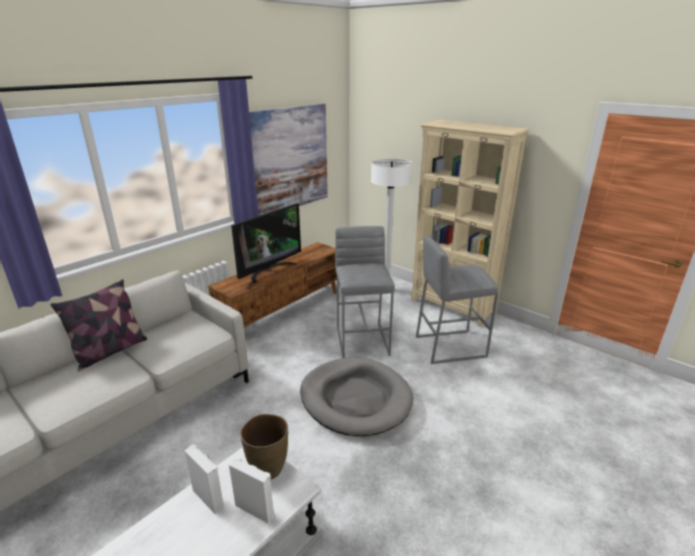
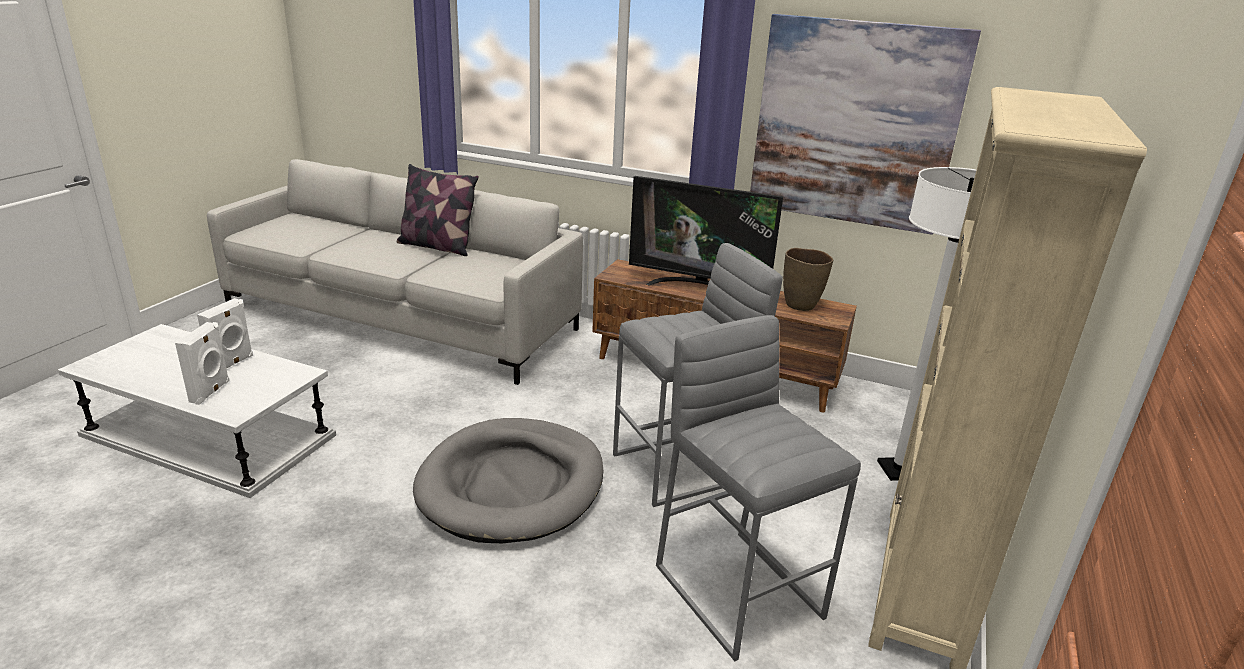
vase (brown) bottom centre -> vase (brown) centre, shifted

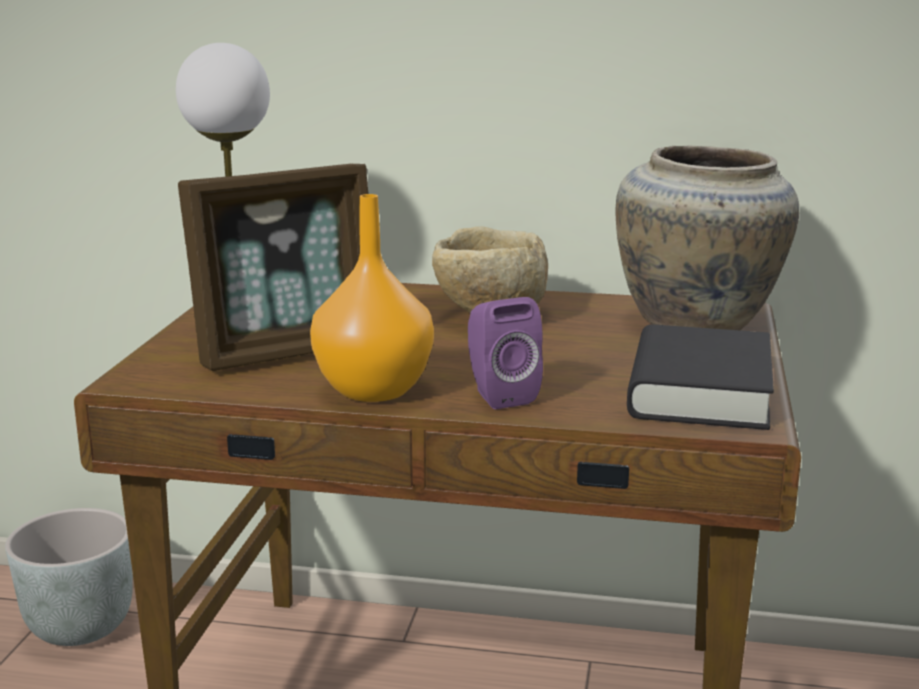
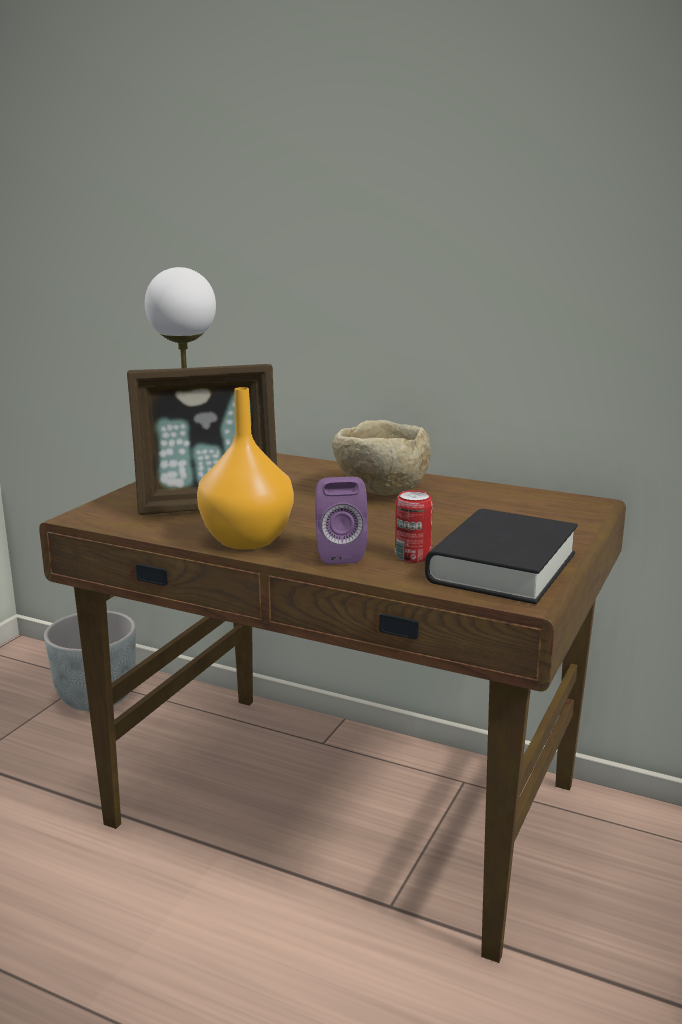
vase (beige) middle right -> none
none -> can centre

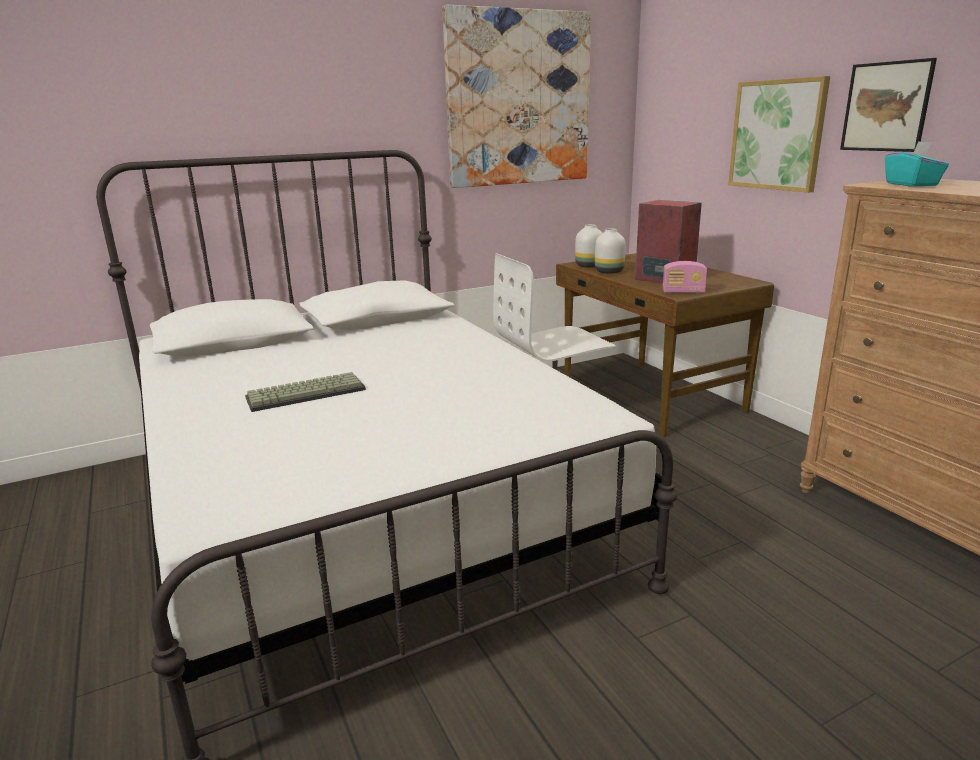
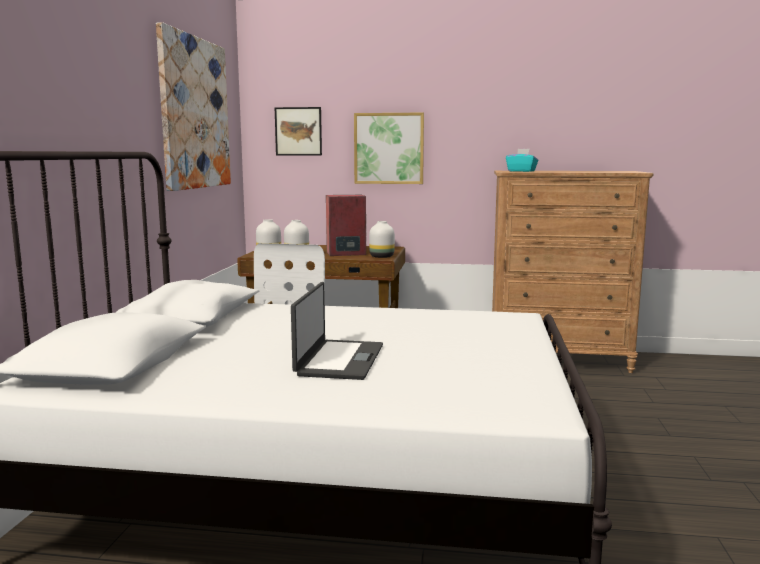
keyboard middle left -> laptop centre
radio middle right -> vase (white) (no. 3 from left) centre
picture (no. 3 from left in the first image) top right -> picture (no. 2 from left) top centre, shifted

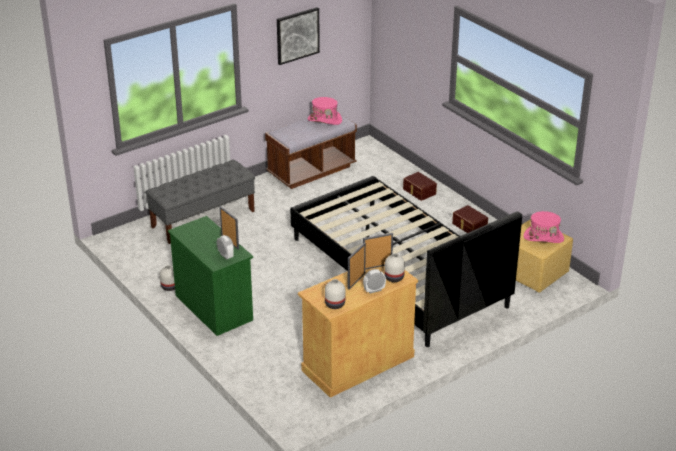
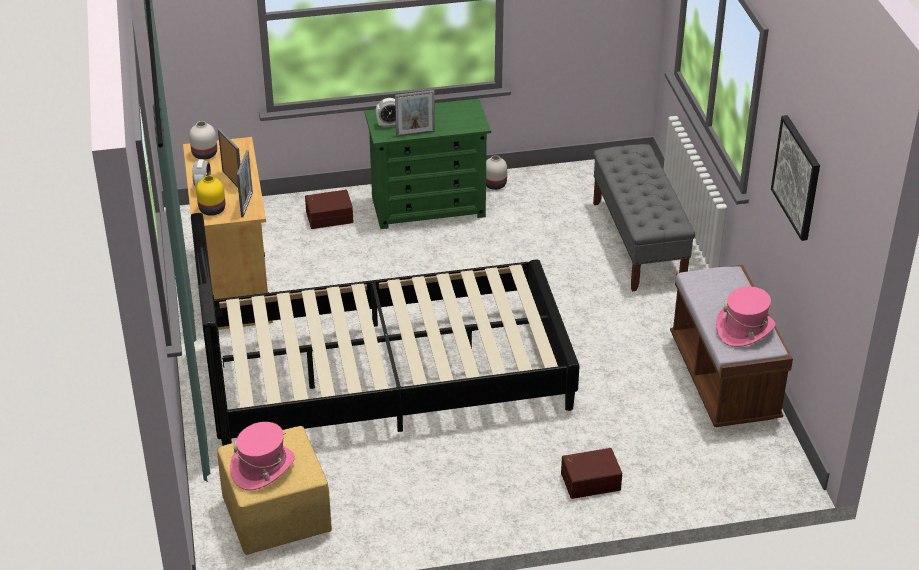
vase (white) (no. 3 from left) centre -> vase (yellow) middle left
storage box (brown) (no. 2 from left in the first image) middle right -> storage box (brown) (no. 1 from left) centre, shifted

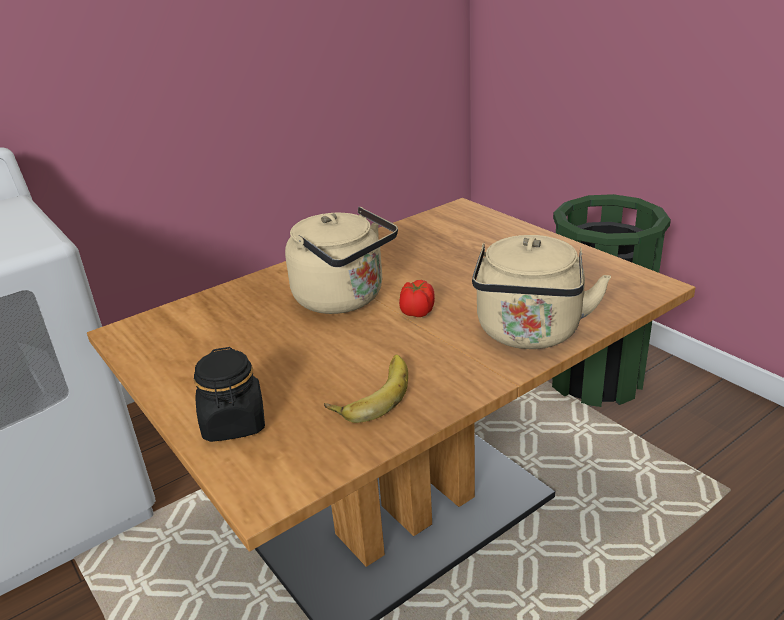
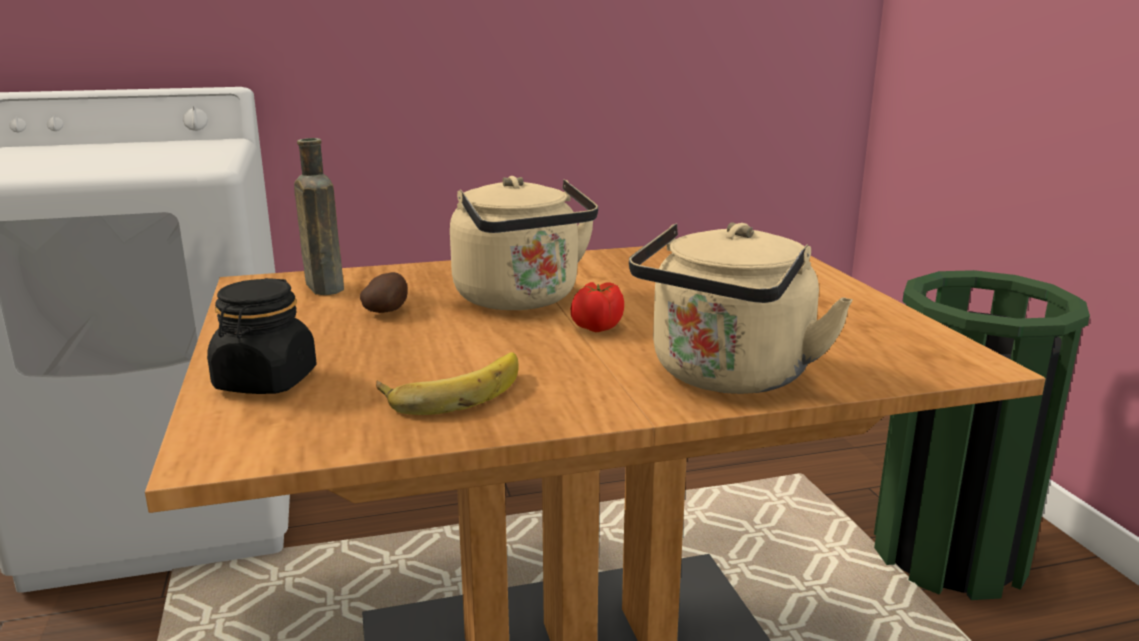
none -> bottle (brown) middle left
none -> potato centre

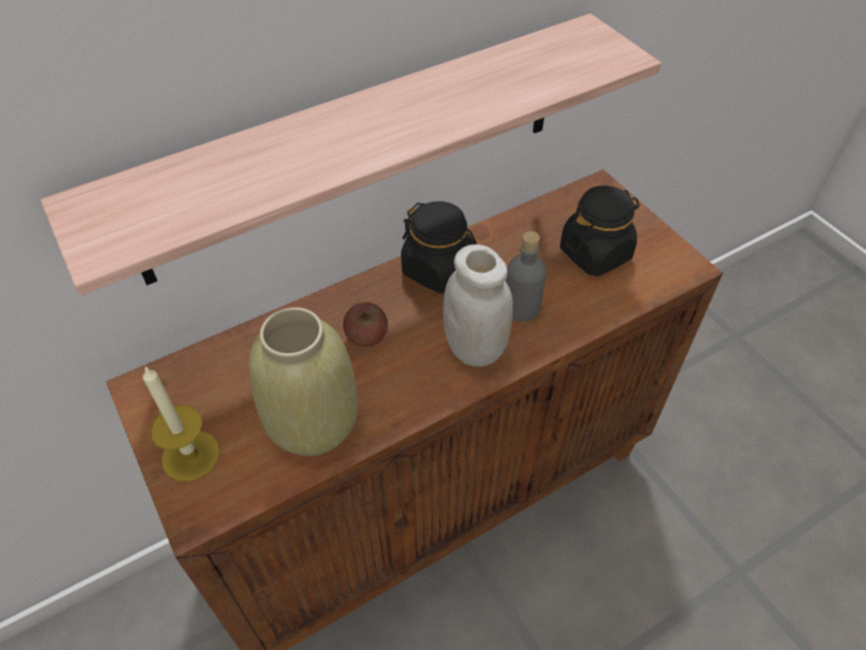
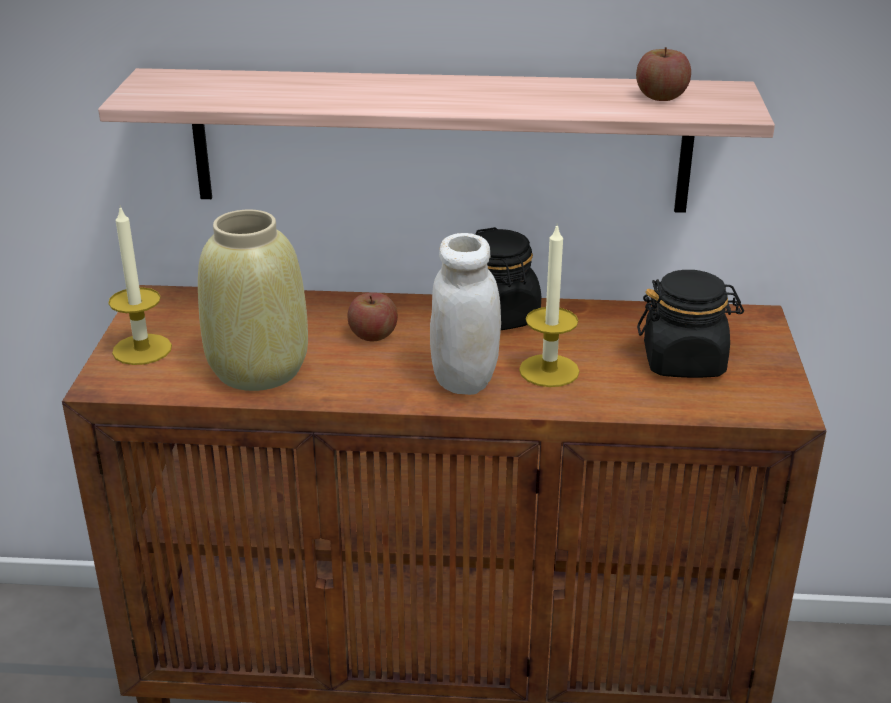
bottle (grey) centre -> candle (no. 2 from left) centre
none -> apple (no. 2 from left) top right

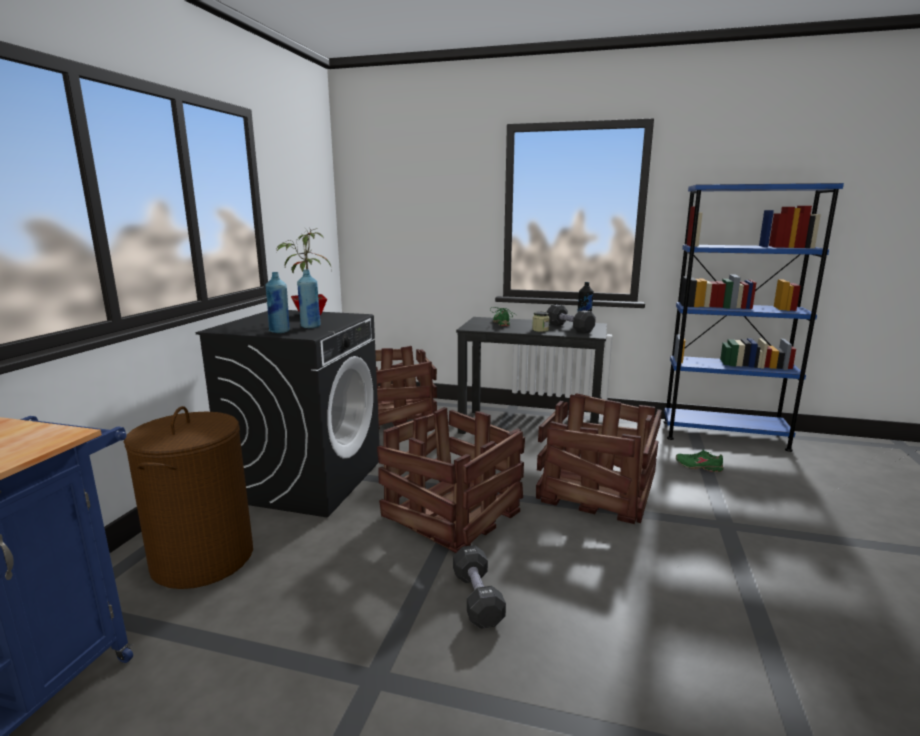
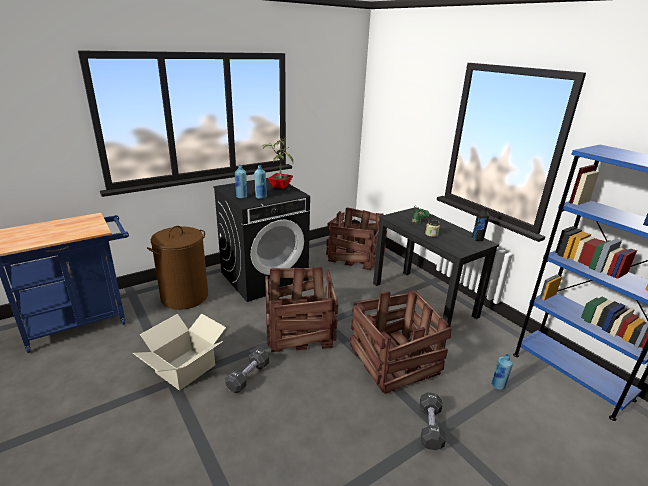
dumbbell (black) (no. 2 from left) centre -> dumbbell (black) (no. 2 from left) bottom right, shifted
shoe (green) (no. 2 from left) middle right -> bottle (blue) (no. 3 from left) bottom right
none -> cardboard box bottom left

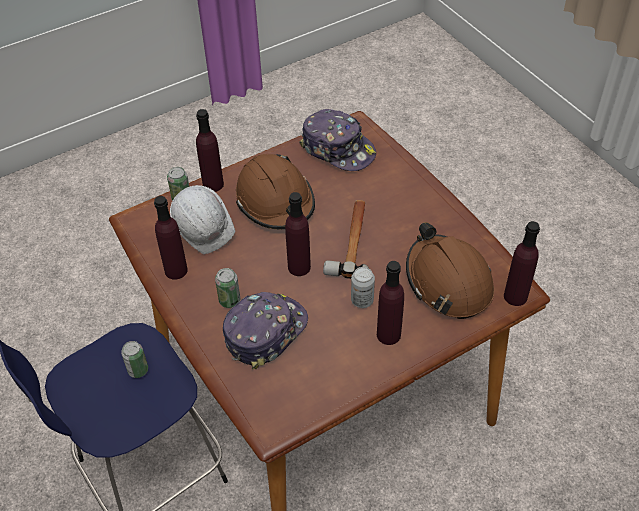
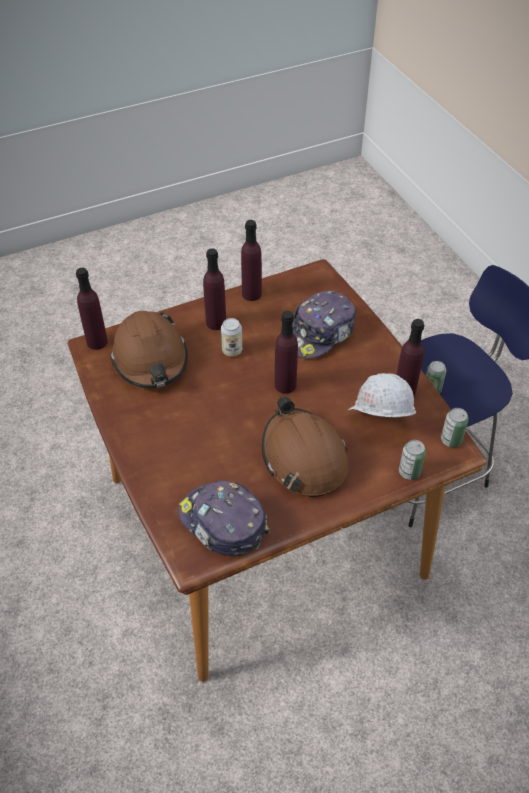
bottle (purple) (no. 2 from left in the first image) top left -> bottle (purple) (no. 3 from left) top centre, shifted
can (no. 3 from left in the first image) centre -> can (no. 4 from left) middle right, shifted
hammer centre -> none

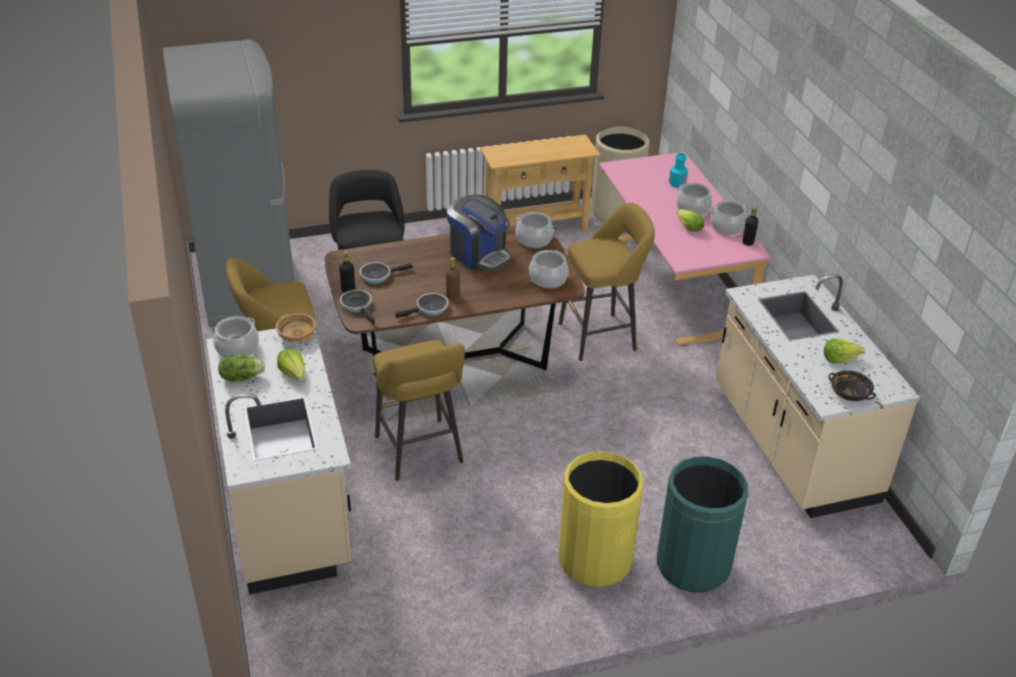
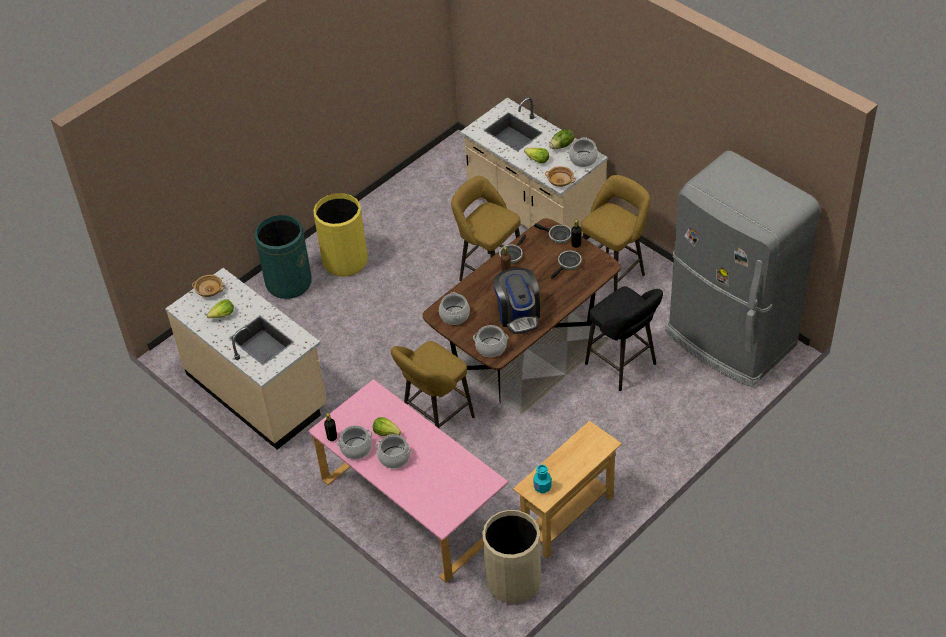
coffee machine centre, 120 degrees counterclockwise
bottle (turquoise) top right -> bottle (turquoise) bottom centre, shifted
bowl (black) middle right -> bowl (beige) (no. 1 from left) middle left

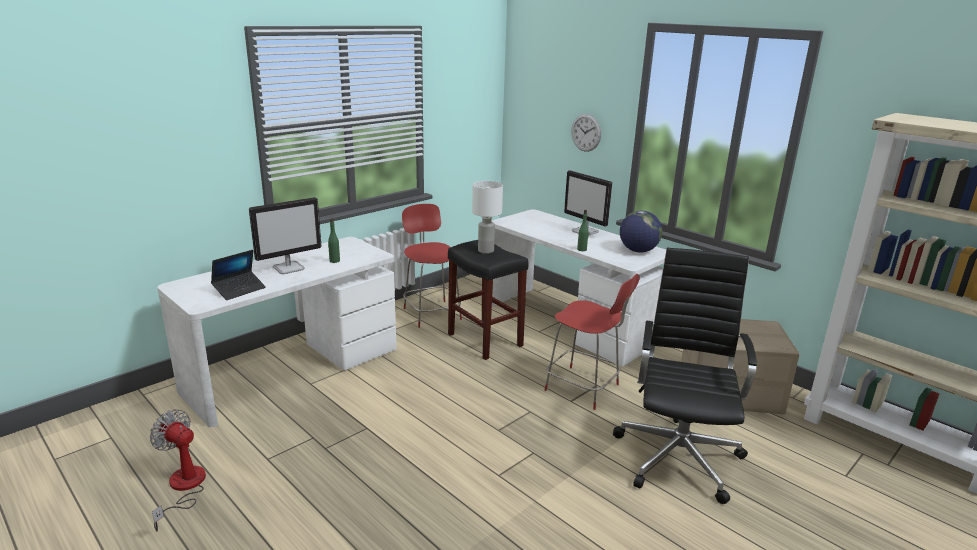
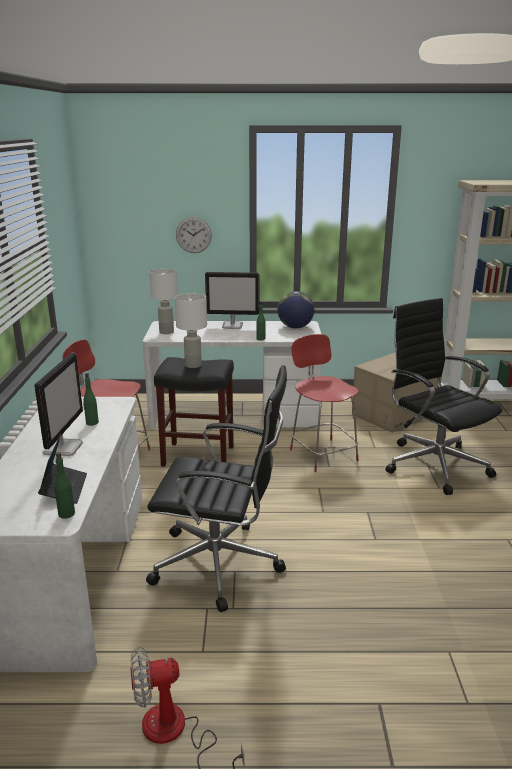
chair (red) (no. 2 from left) centre, 105 degrees counterclockwise
none -> bottle (green) (no. 1 from left) middle left
none -> office chair (black) (no. 1 from left) centre
none -> table lamp (white) (no. 1 from left) middle left

